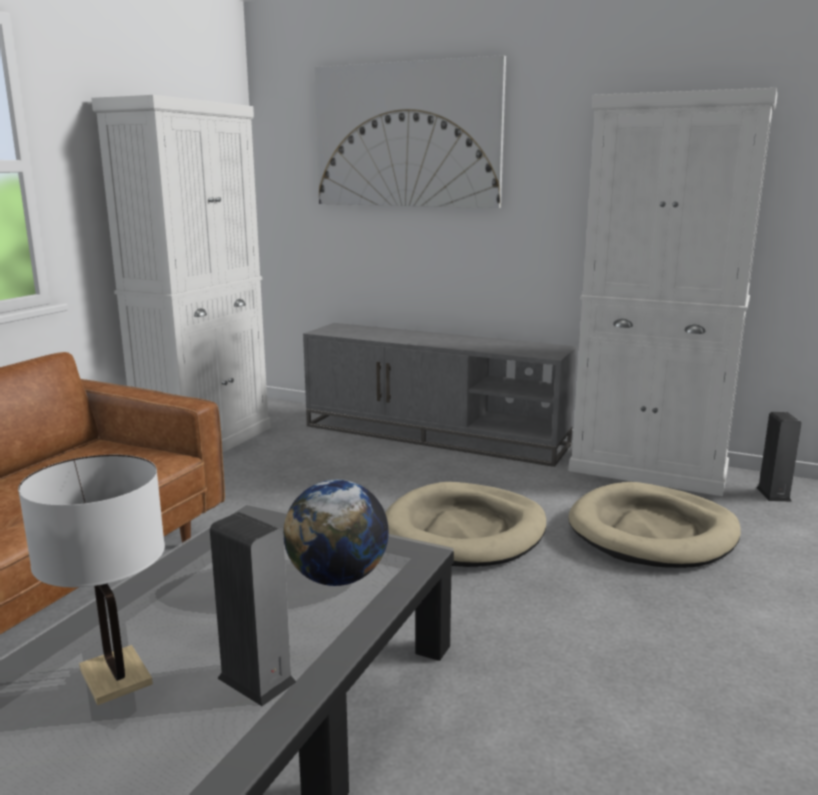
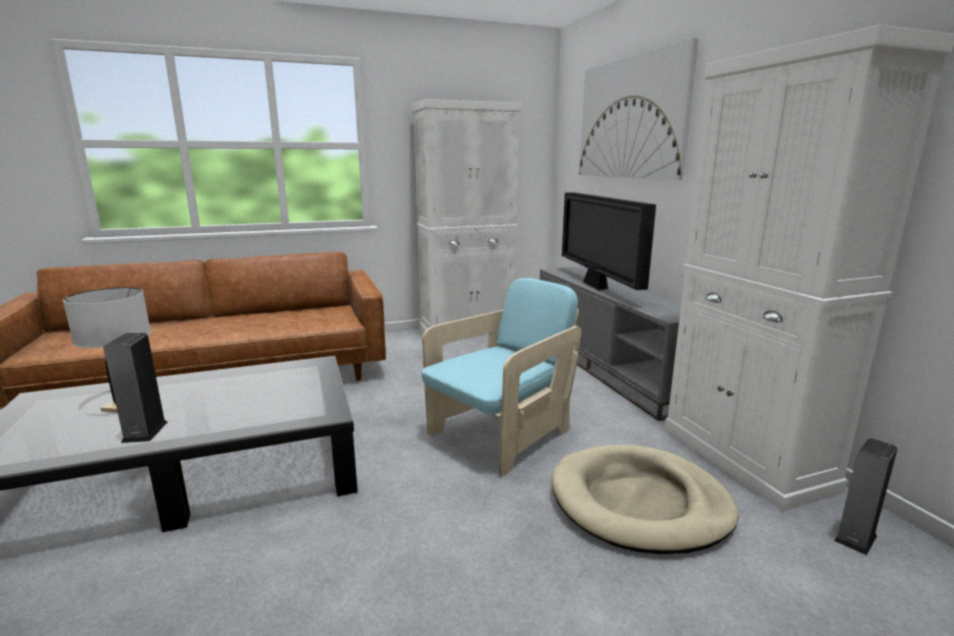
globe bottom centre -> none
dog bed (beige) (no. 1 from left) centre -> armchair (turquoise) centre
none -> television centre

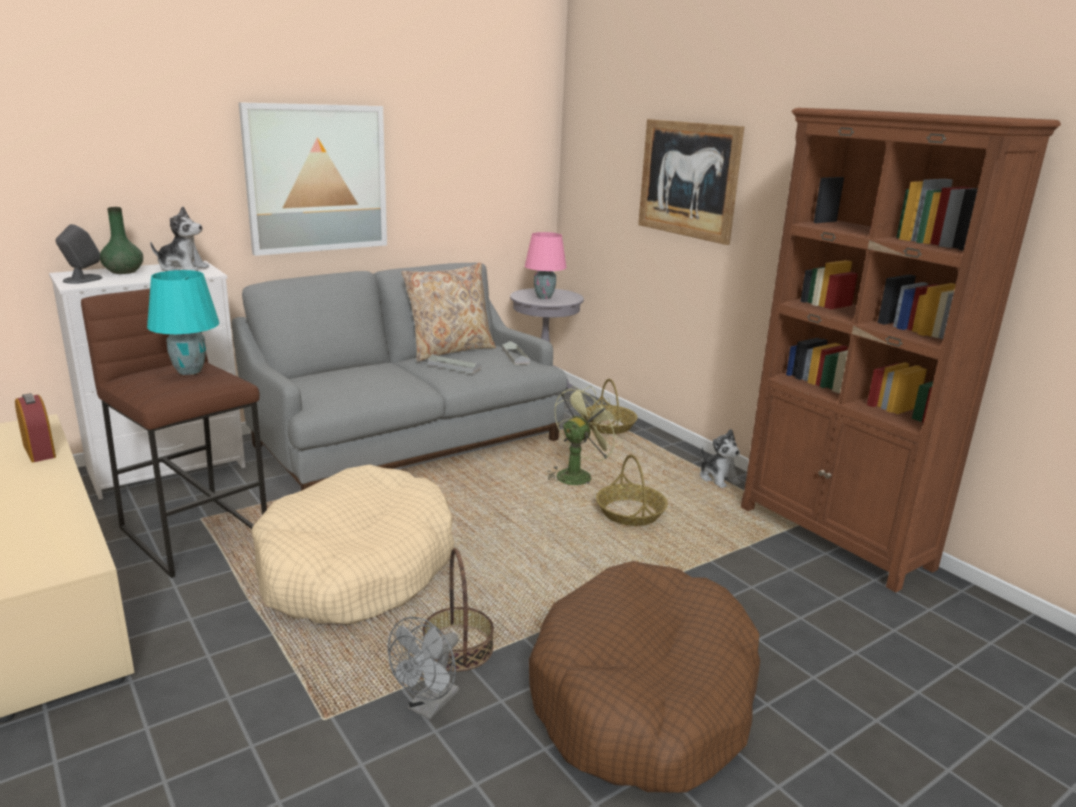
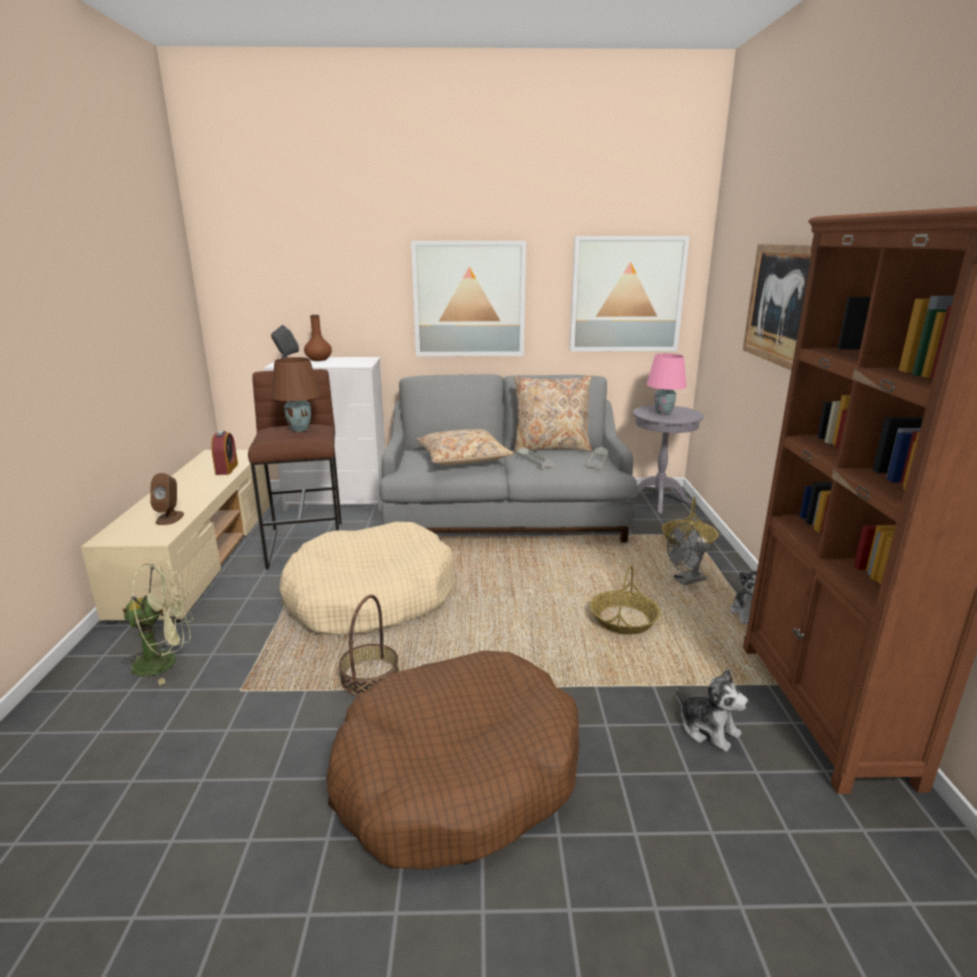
vase (green) top left -> vase (brown) middle left
table lamp (turquoise) middle left -> table lamp (brown) middle left
plush toy (no. 1 from left) top left -> plush toy (no. 1 from left) bottom right, shifted
fan (grey) bottom centre -> fan (grey) middle right, shifted
fan (green) centre -> fan (green) middle left, shifted
none -> speaker (brown) middle left
none -> pillow (beige) (no. 1 from left) centre
none -> picture (no. 2 from left) top centre

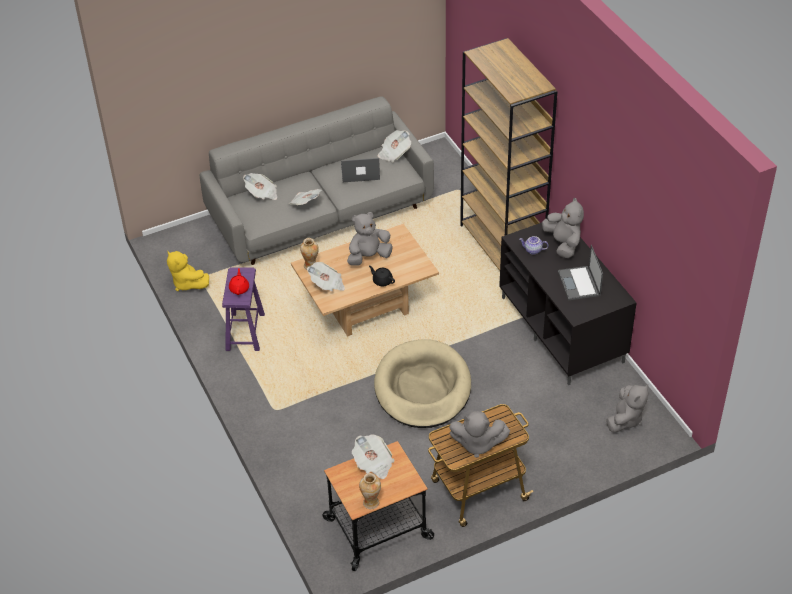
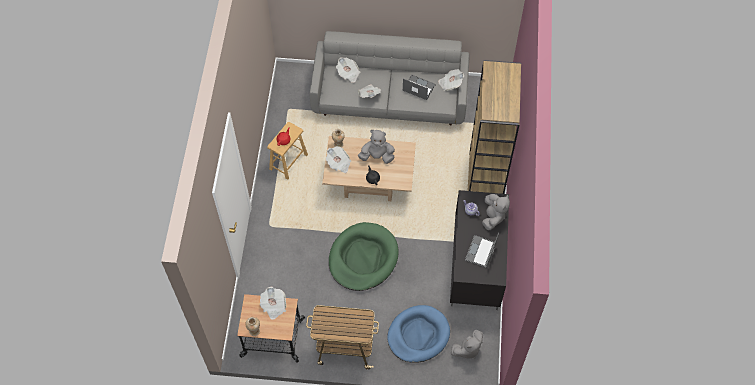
plush toy (yellow) middle left -> none
stool (purple) middle left -> stool (brown) centre
dog bed (beige) centre -> dog bed (green) centre
plush toy (grey) (no. 2 from left) bottom centre -> none
none -> dog bed (blue) bottom centre

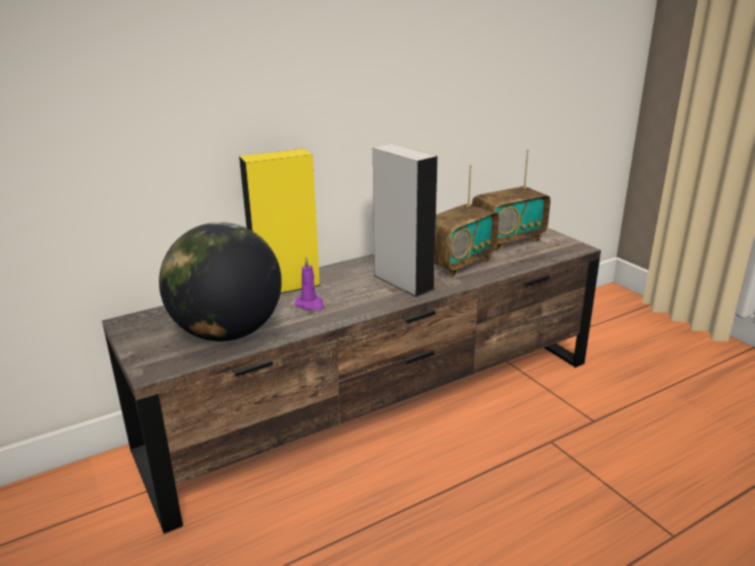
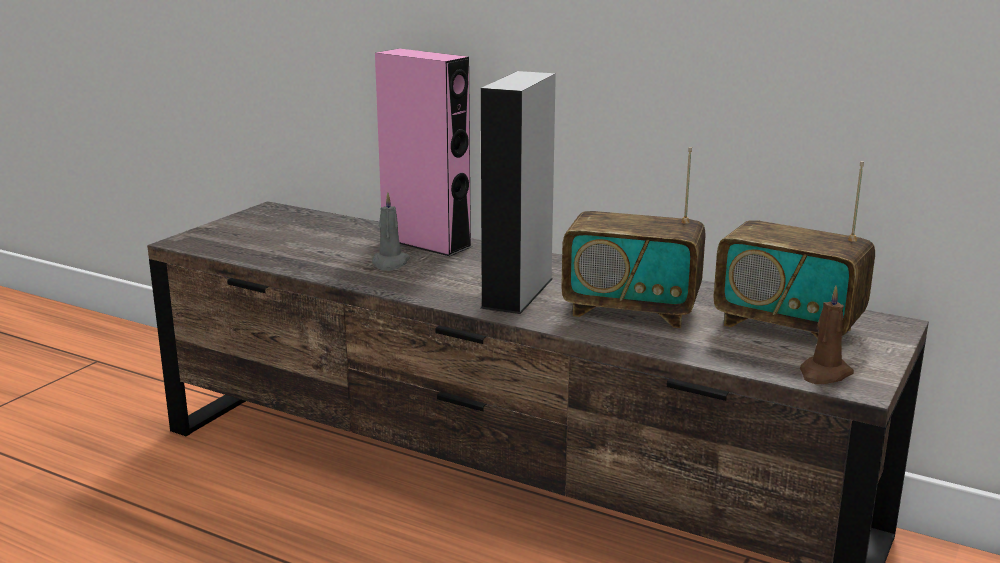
globe middle left -> none
speaker (yellow) centre -> speaker (pink) top centre
candle (purple) centre -> candle (grey) centre
none -> candle (brown) middle right

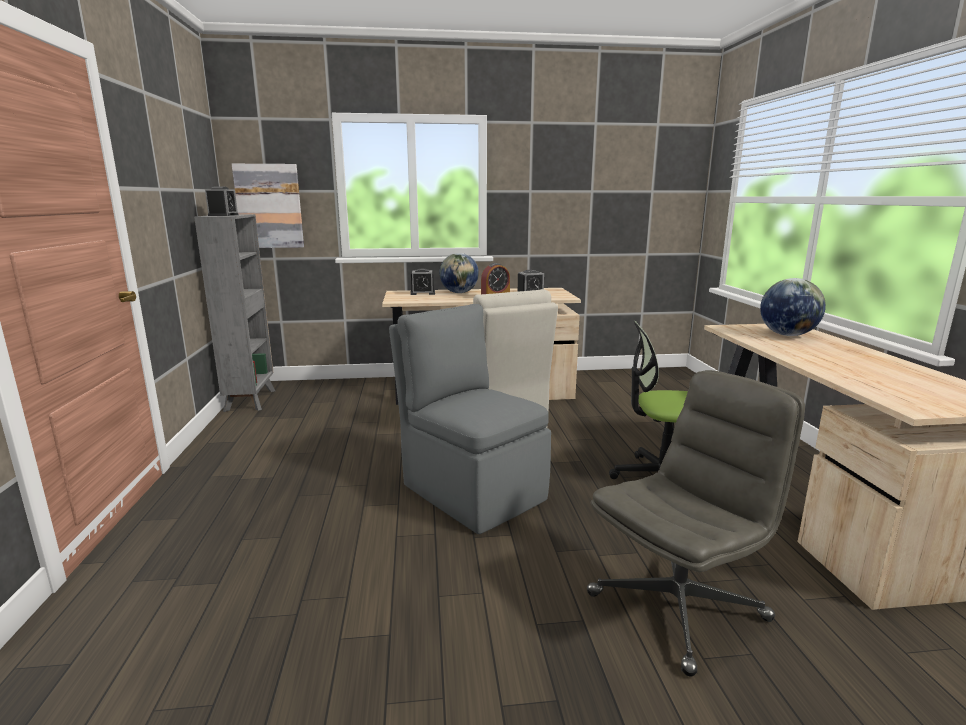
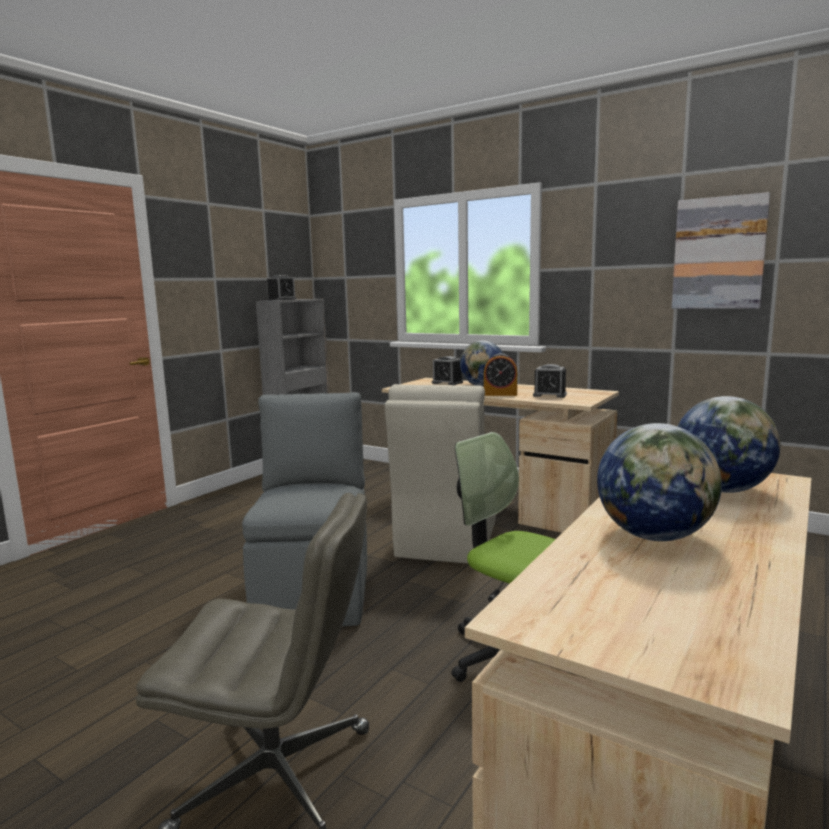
picture top left -> picture top right, shifted
none -> globe (no. 2 from left) middle right

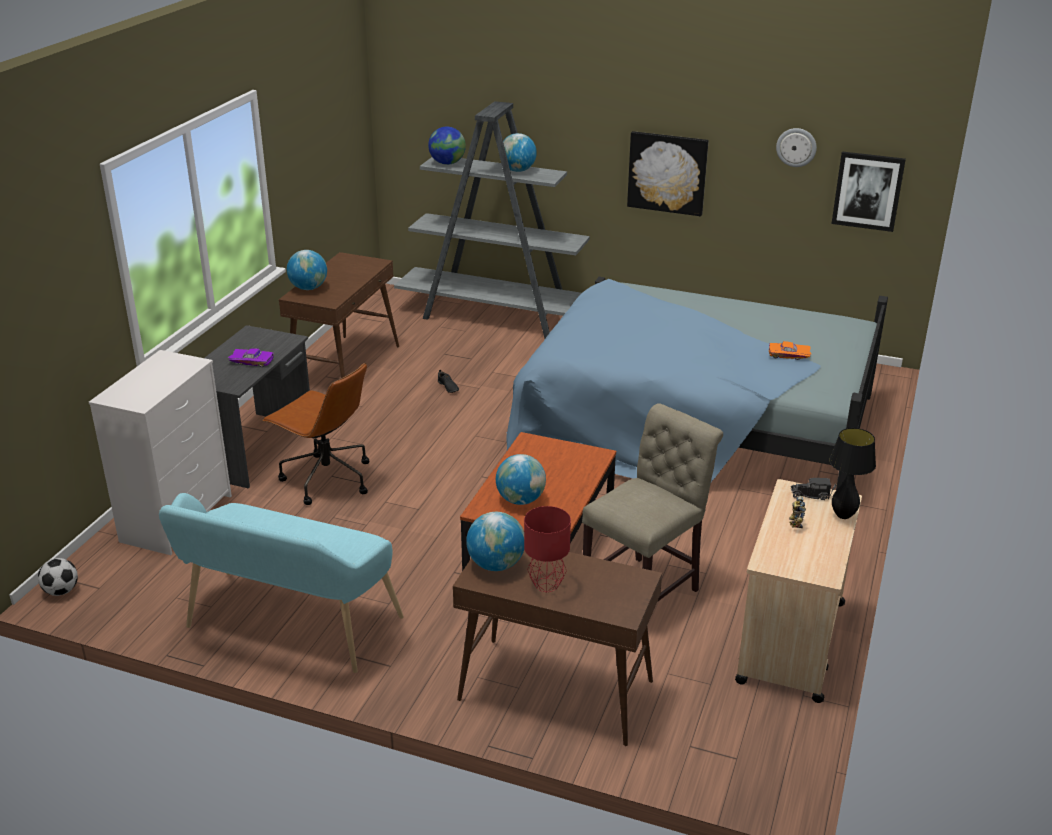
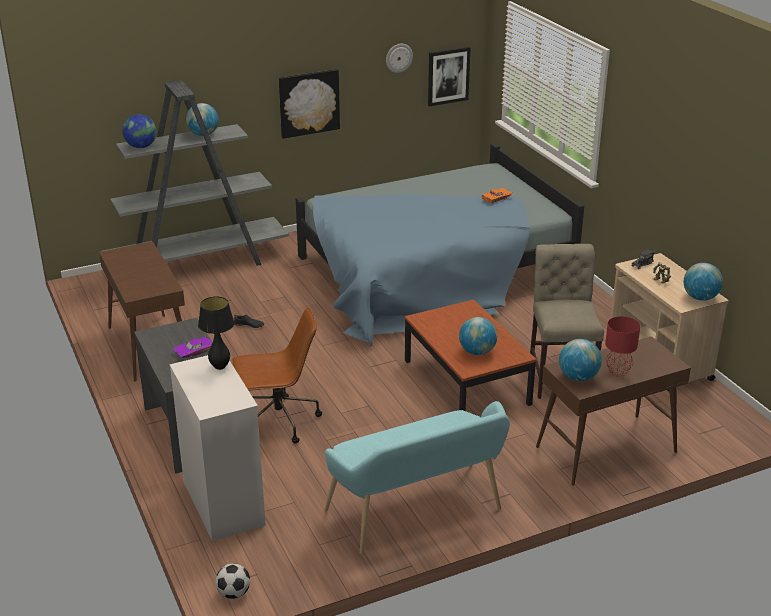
globe (no. 1 from left in the first image) top left -> globe (no. 5 from left) middle right, shifted
table lamp (black) middle right -> table lamp (black) middle left, shifted

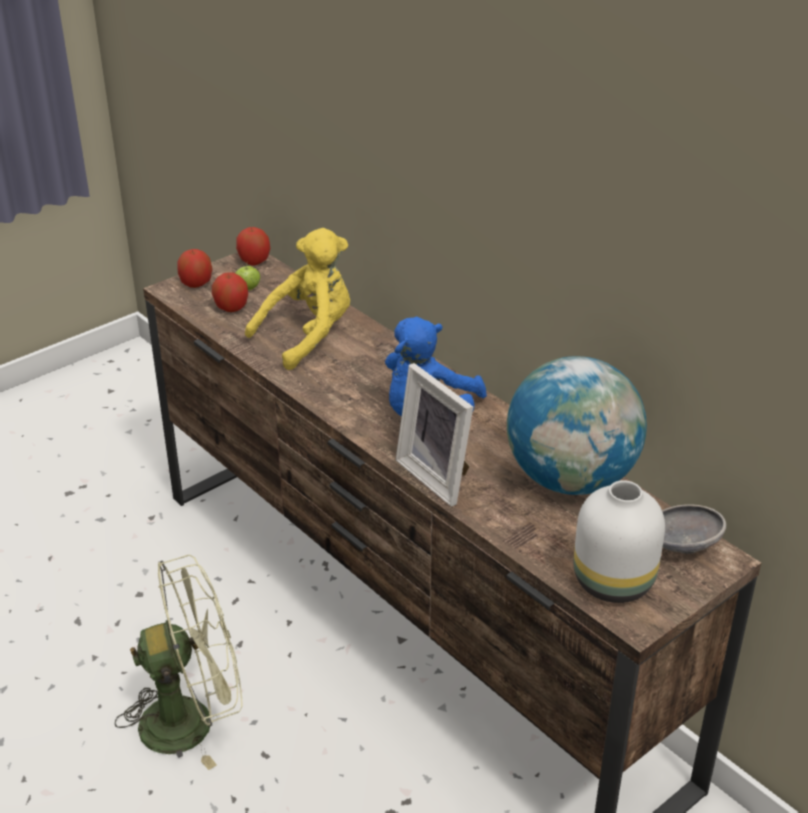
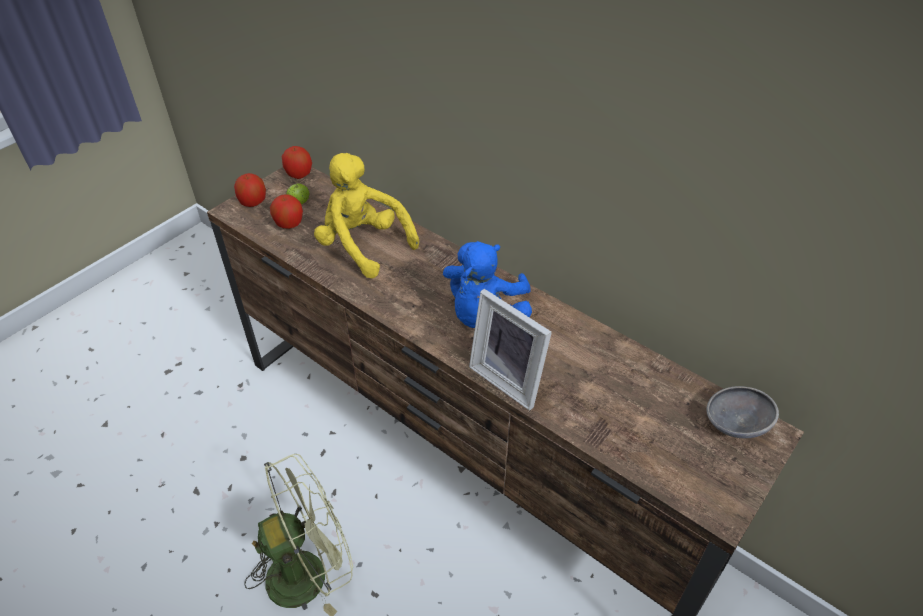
plush toy (yellow) centre, 90 degrees counterclockwise
globe middle right -> none
vase (white) middle right -> none

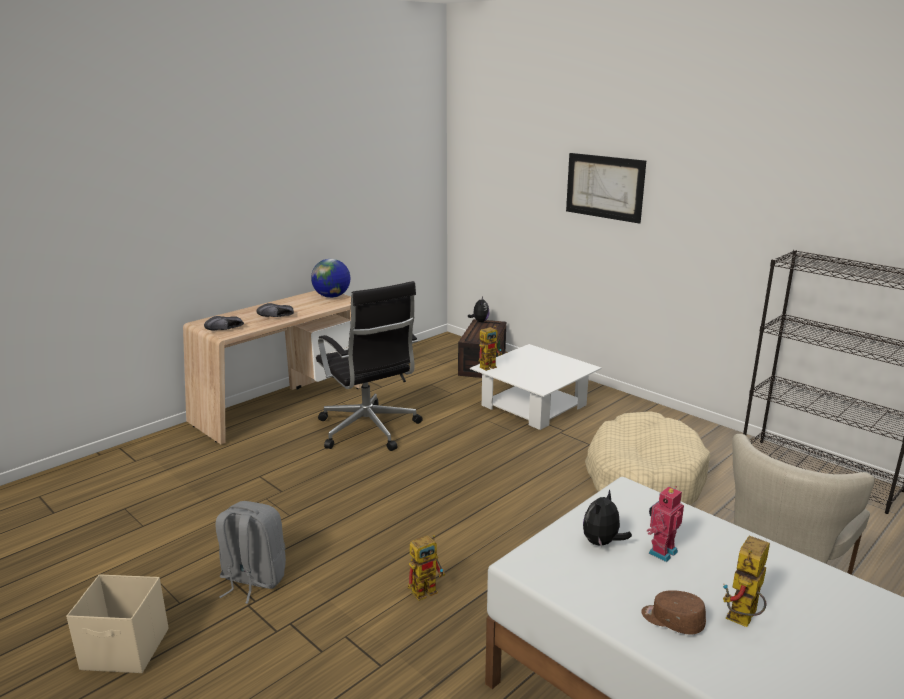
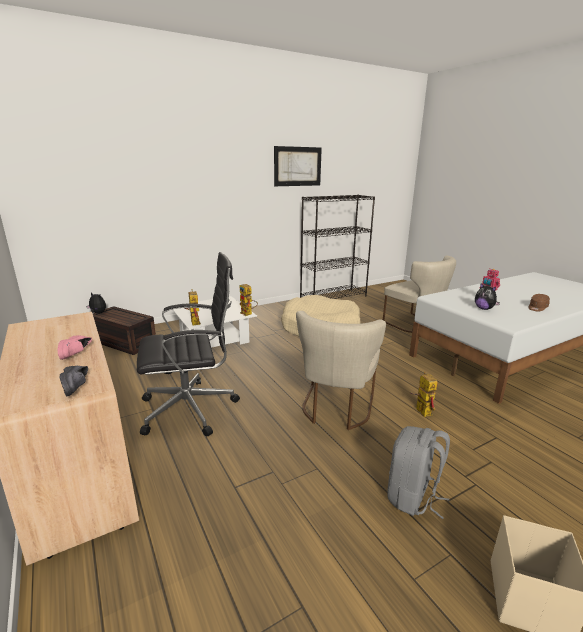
shoe (black) (no. 2 from left) middle left -> shoe (pink) middle left
globe centre -> none
picture top right -> picture top centre, shifted
toy robot (no. 4 from left in the first image) bottom right -> toy robot (no. 2 from left) centre, shifted
none -> chair (beige) (no. 1 from left) centre

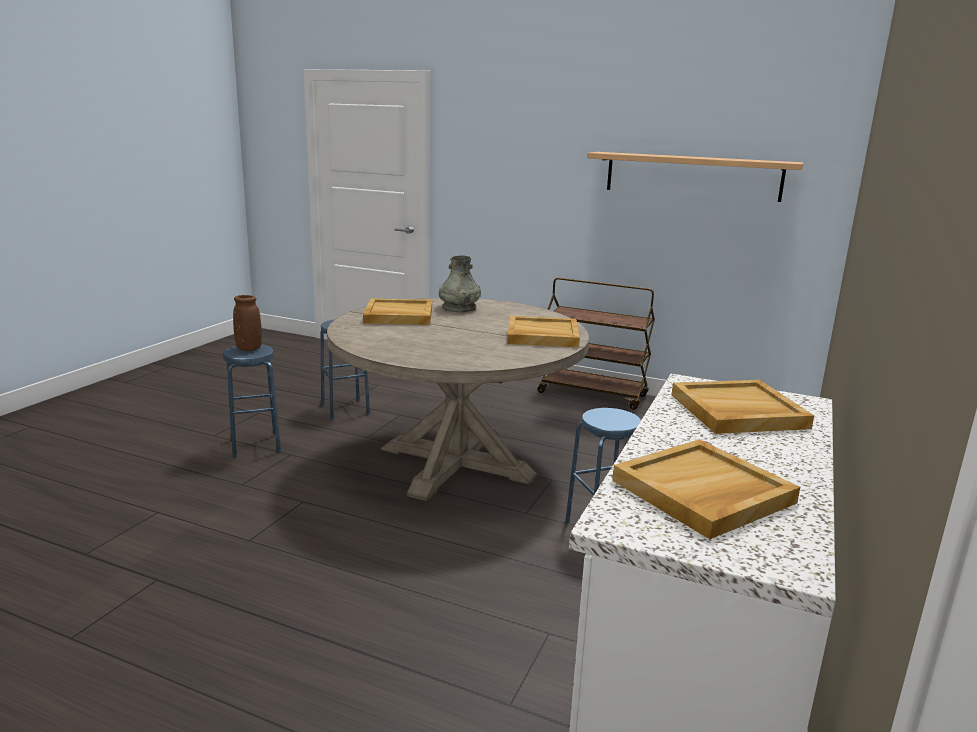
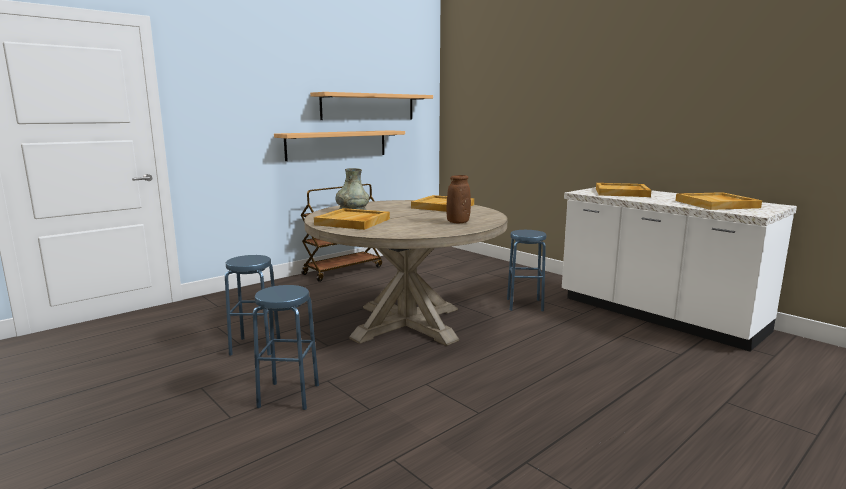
vase (brown) middle left -> vase (brown) centre, shifted
none -> shelf (no. 1 from left) top centre

